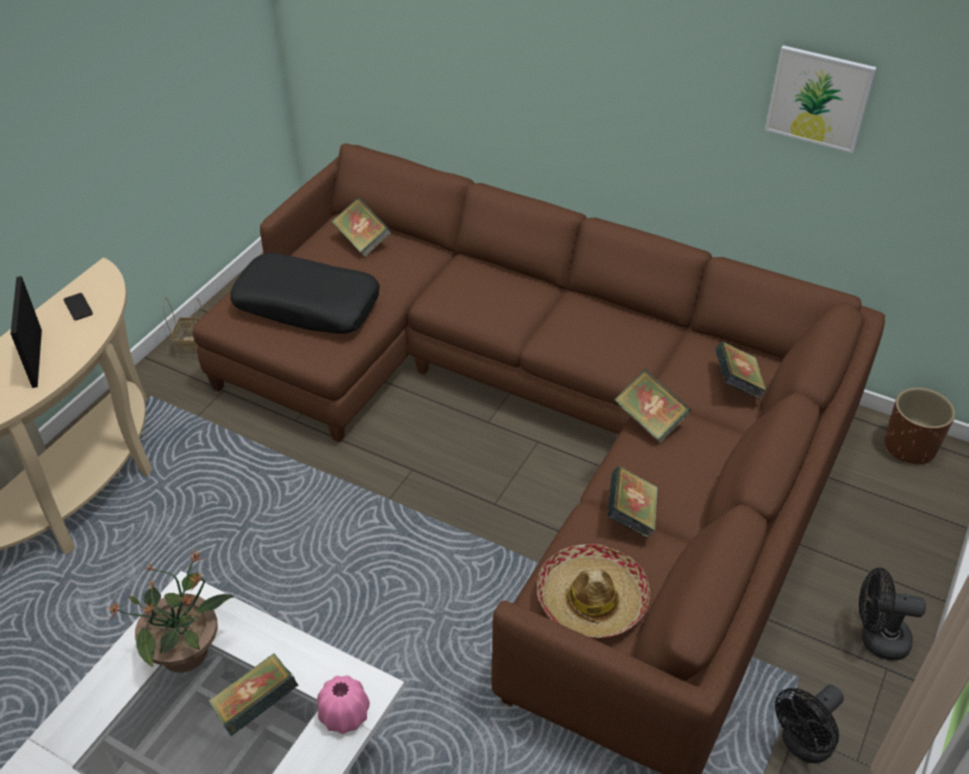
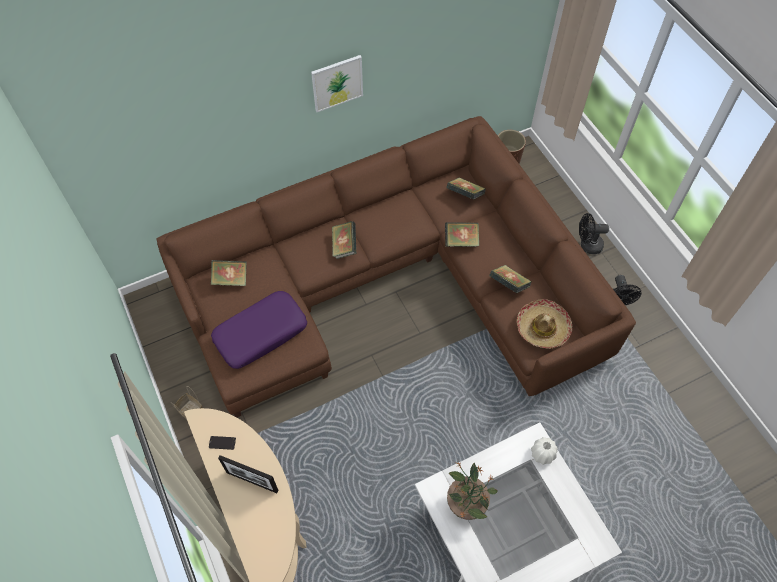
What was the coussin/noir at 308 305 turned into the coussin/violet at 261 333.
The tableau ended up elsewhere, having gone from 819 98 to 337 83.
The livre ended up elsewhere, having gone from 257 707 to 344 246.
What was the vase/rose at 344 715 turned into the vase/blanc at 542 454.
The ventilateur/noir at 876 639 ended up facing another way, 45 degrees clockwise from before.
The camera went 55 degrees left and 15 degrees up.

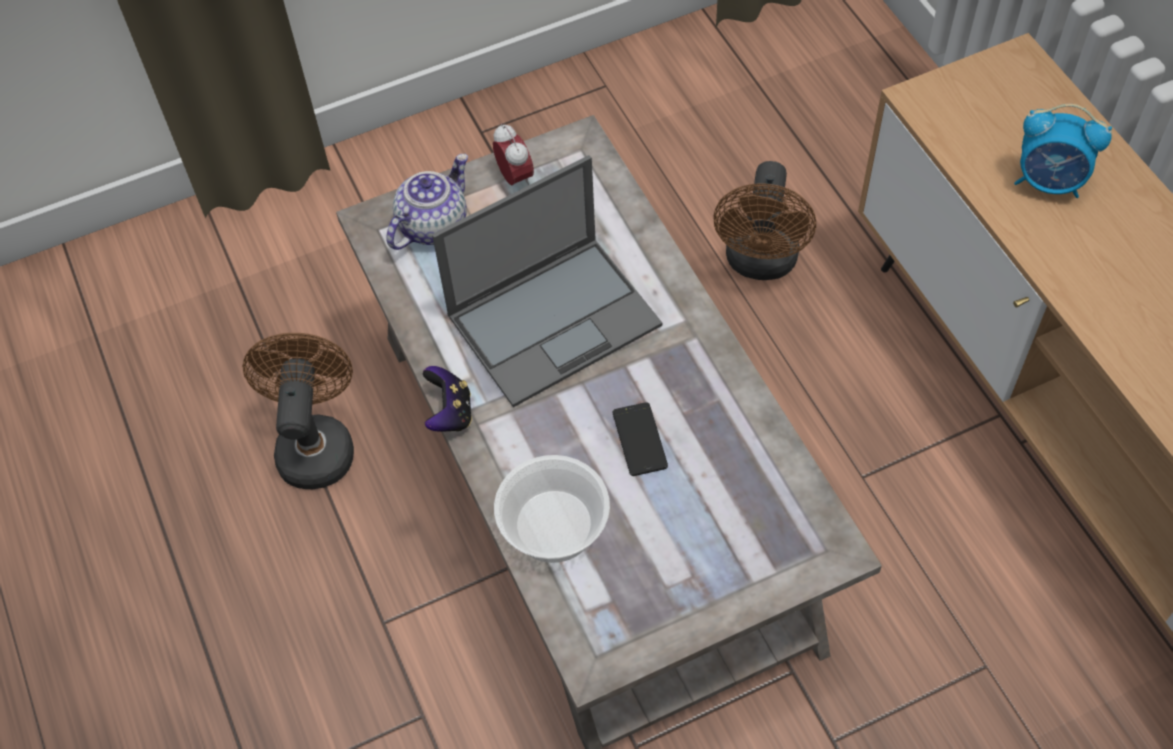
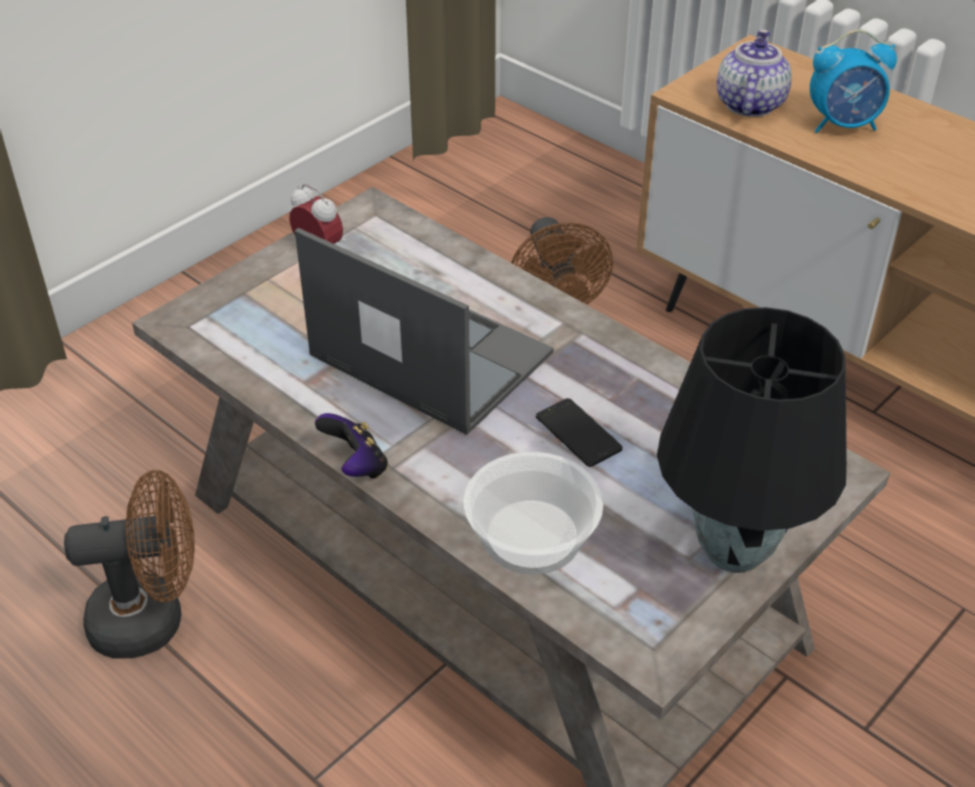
The ventilateur/marron at 315 443 ended up facing another way, 105 degrees clockwise from before.
The ordinateur portable at 556 319 ended up facing another way, 90 degrees counterclockwise from before.
The second view gained the lampe de table/noir at 734 549.
The théière ended up elsewhere, having gone from 432 224 to 749 104.
The camera went 25 degrees left and 15 degrees down.

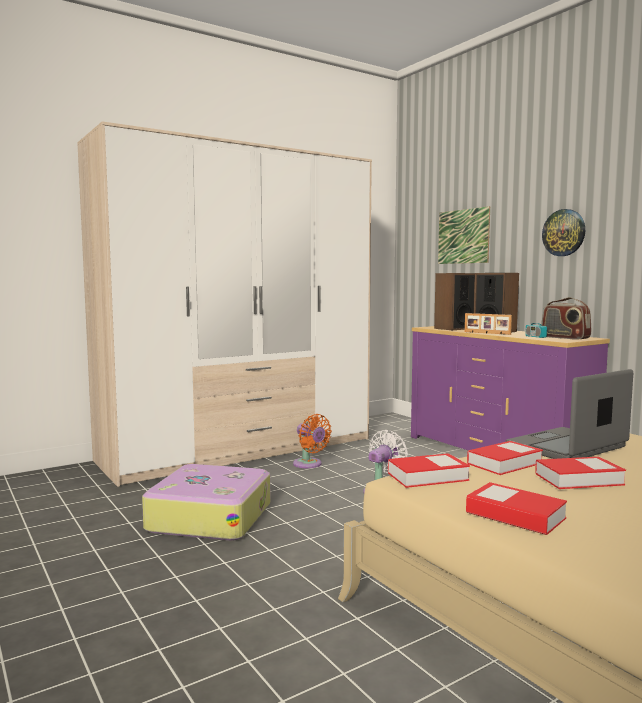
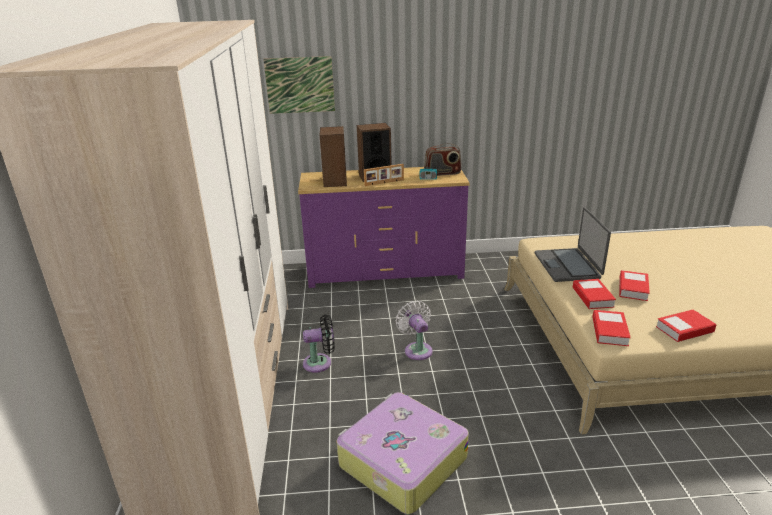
What was the ventilateur/orange at 309 464 turned into the ventilateur/noir at 320 363.
The second view lost the horloge murale at 564 232.
The camera went 60 degrees left and 20 degrees up.

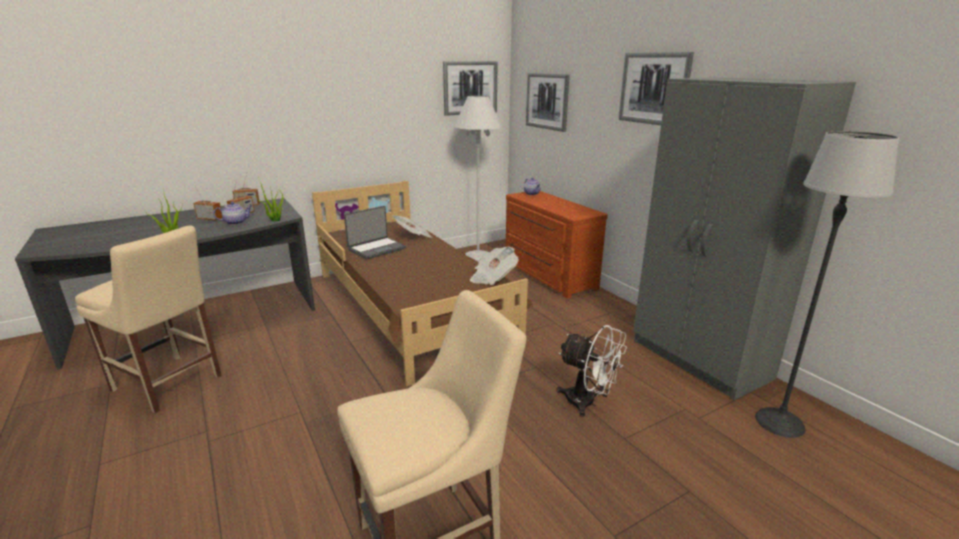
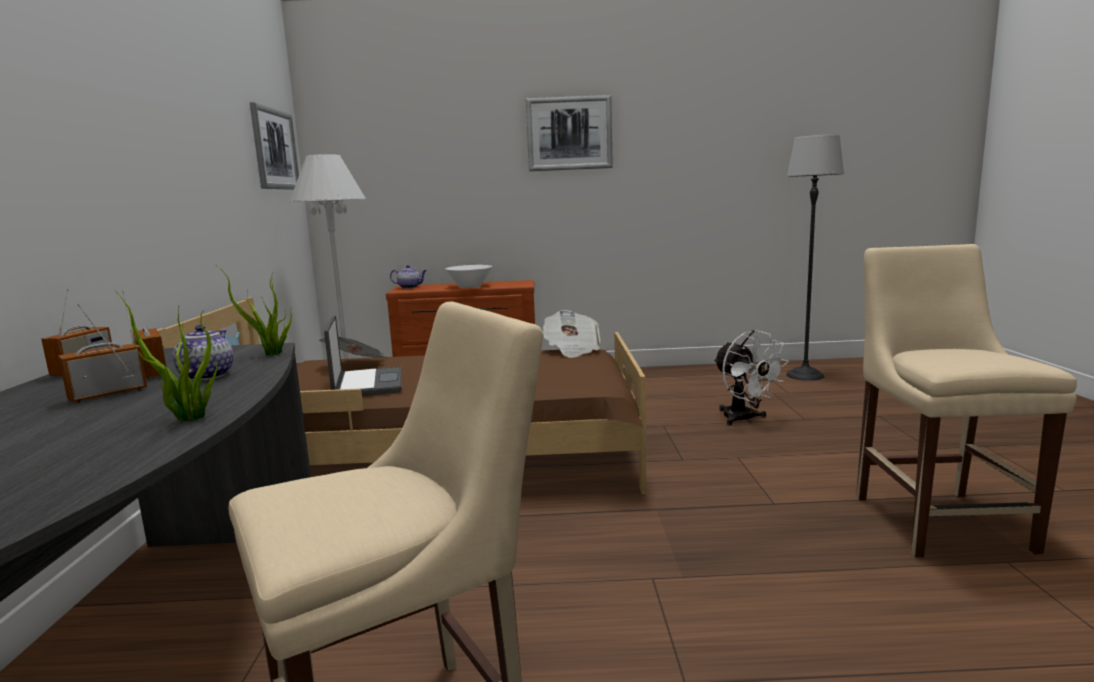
The second view gained the bol/blanc at 470 286.
The ventilateur/blanc at 587 403 ended up facing another way, 90 degrees clockwise from before.
The second view lost the tableau at 547 101.
The second view lost the armoire/gris at 700 360.
The camera went 60 degrees left and 10 degrees down.

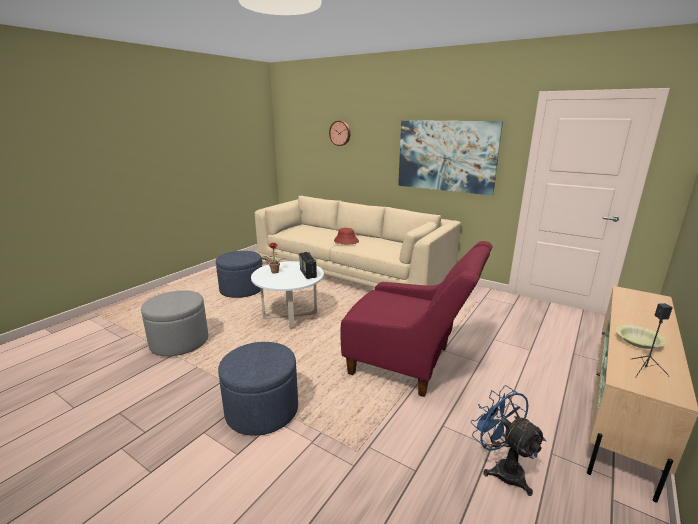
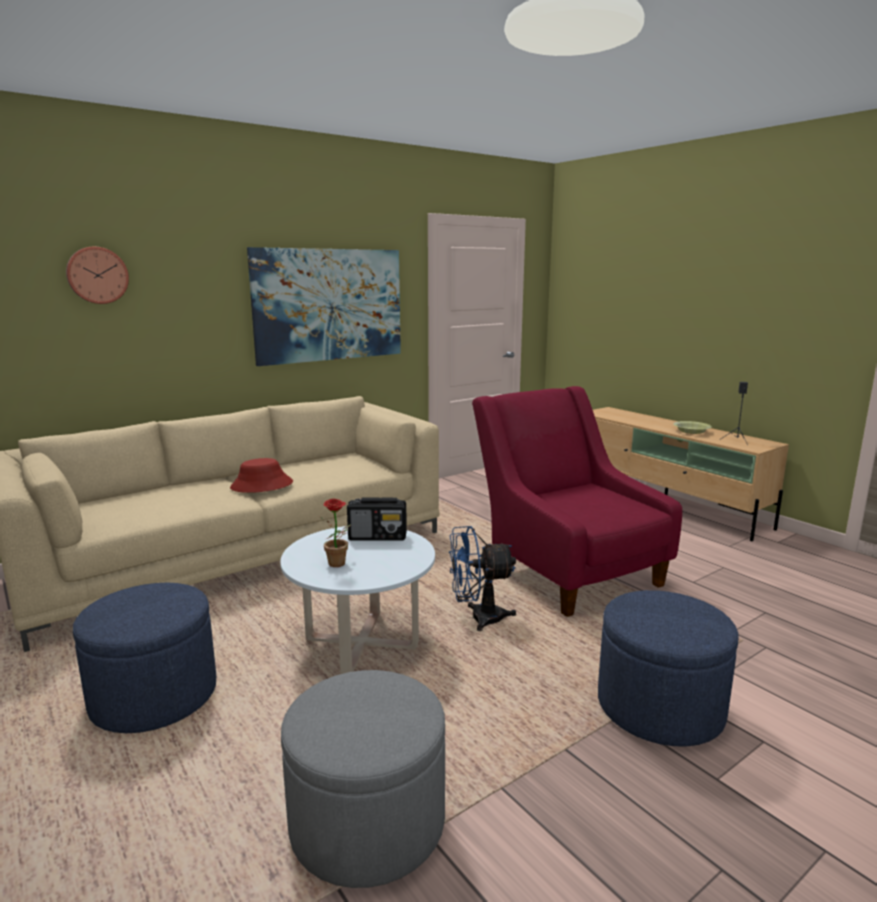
The ventilateur/bleu ended up elsewhere, having gone from 502 468 to 478 618.
The fauteuil/rouge at 409 363 ended up facing another way, 75 degrees counterclockwise from before.
The camera went 70 degrees left and 5 degrees down.

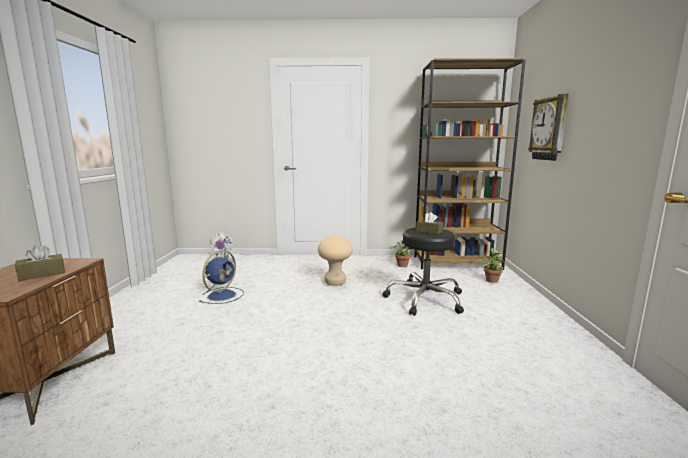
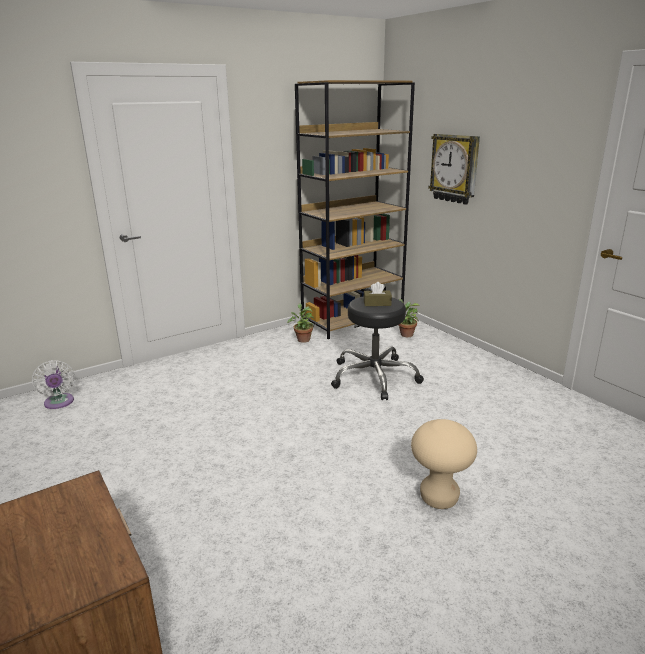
The tabouret/beige ended up elsewhere, having gone from 335 283 to 439 498.
The second view lost the boîte à mouchoirs/marron at 42 274.
The second view lost the ventilateur/bleu at 223 295.
The camera went 35 degrees left and 10 degrees up.

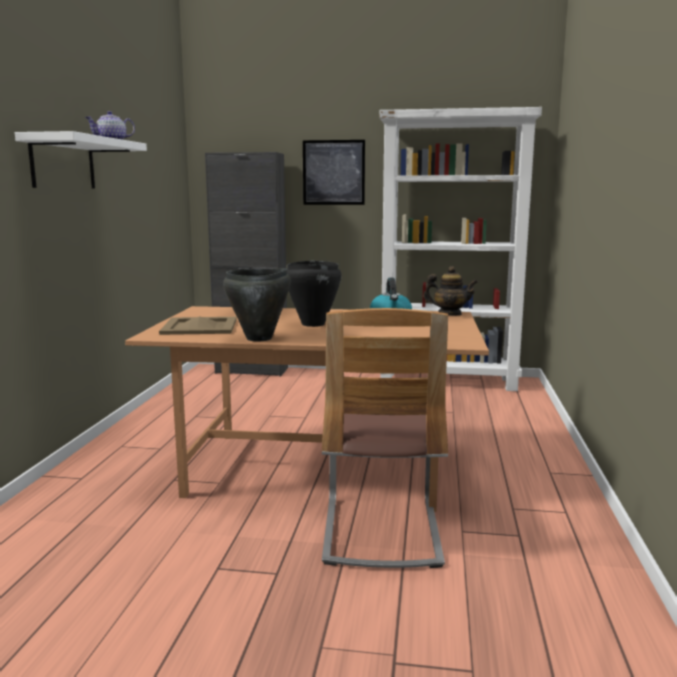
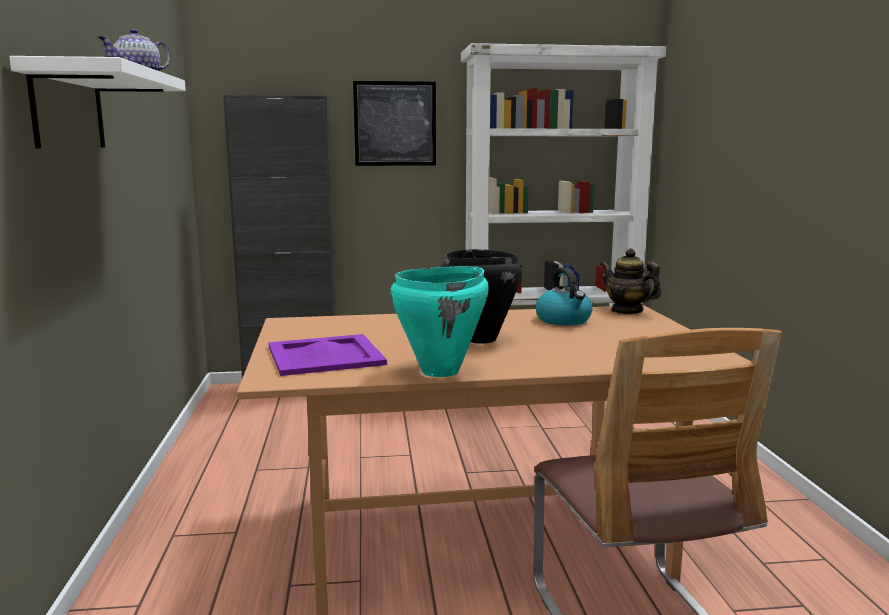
What was the plateau/beige at 200 327 turned into the plateau/violet at 326 355.
What was the marmite/noir at 259 338 turned into the marmite/turquoise at 441 371.
The théière at 449 314 ended up facing another way, 135 degrees counterclockwise from before.
The camera went 15 degrees left and 0 degrees up.

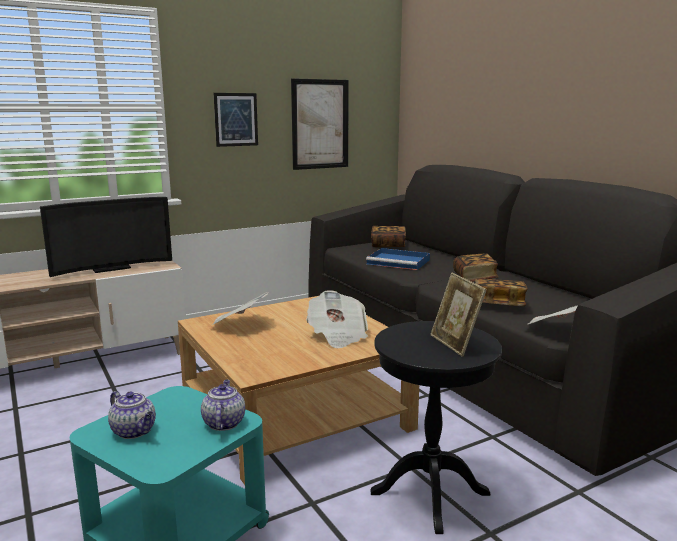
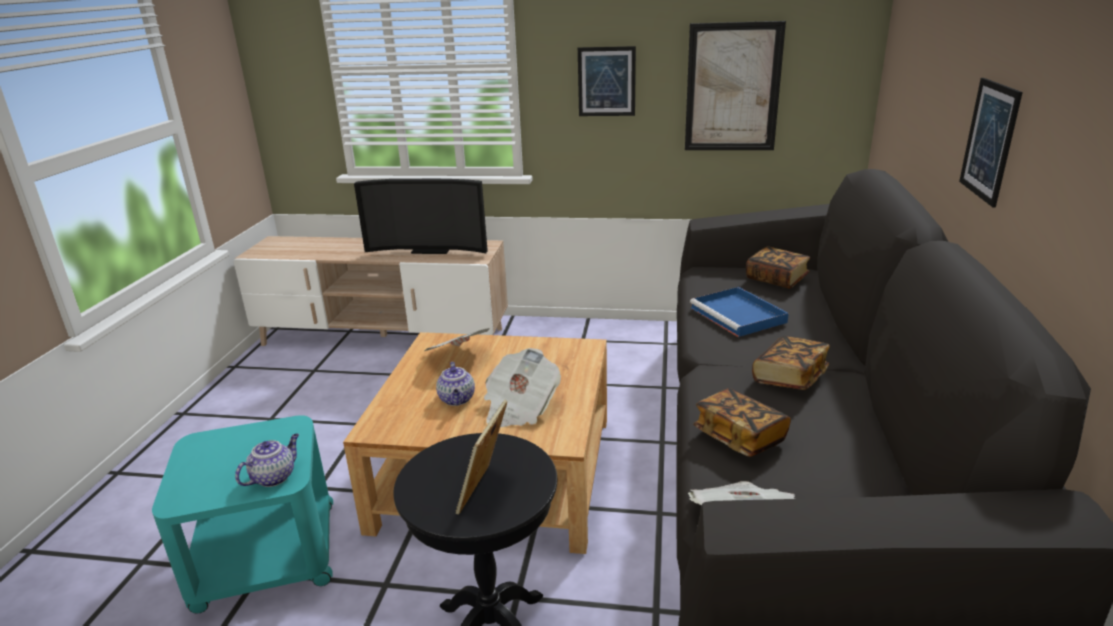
The théière ended up elsewhere, having gone from 135 431 to 457 399.
The second view gained the tableau at 989 140.
The camera went 40 degrees right and 10 degrees up.

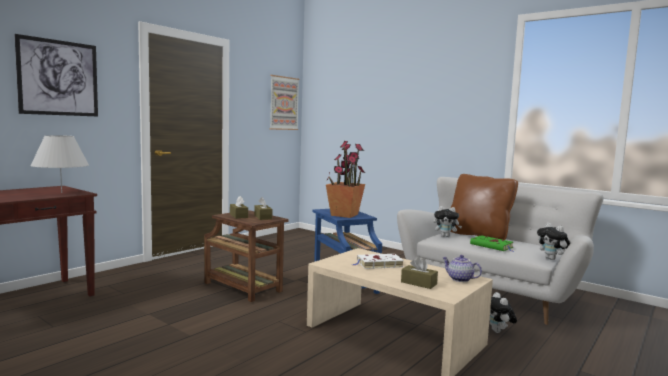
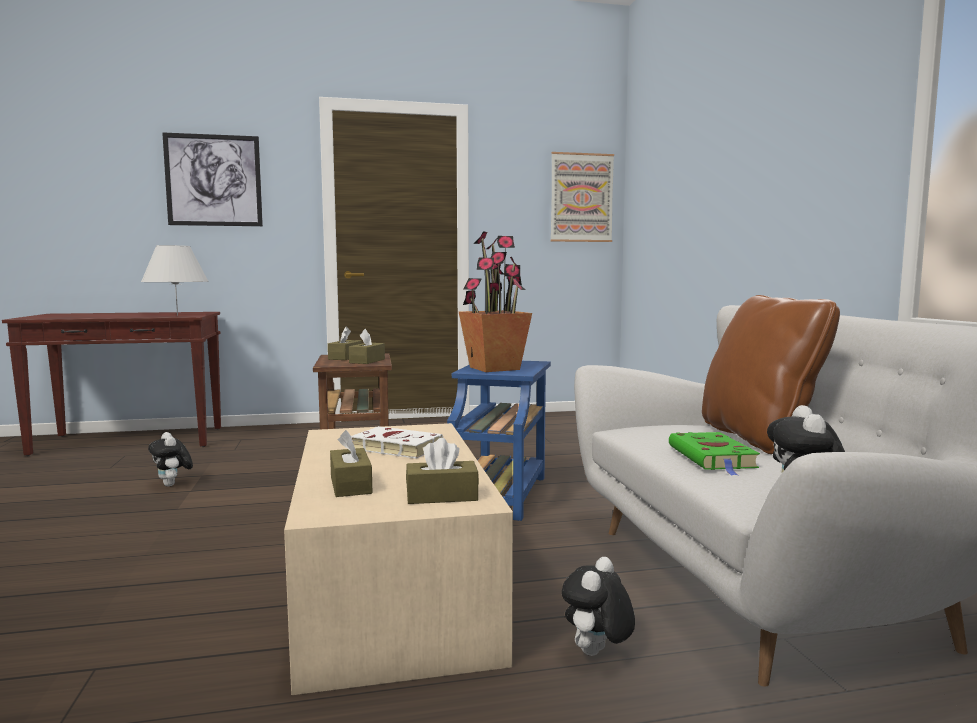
The peluche ended up elsewhere, having gone from 446 236 to 172 485.
Where the théière stood at 459 279, the boîte à mouchoirs/marron came to stand at 442 496.
The camera went 40 degrees right and 0 degrees up.

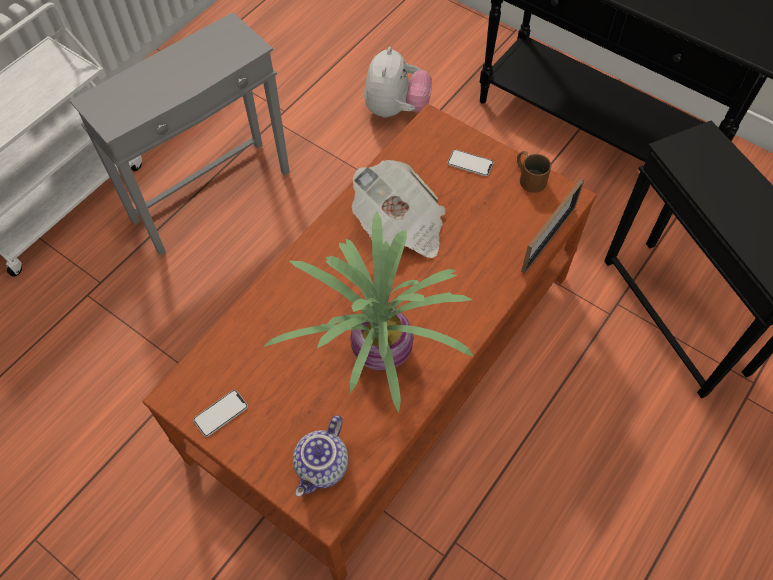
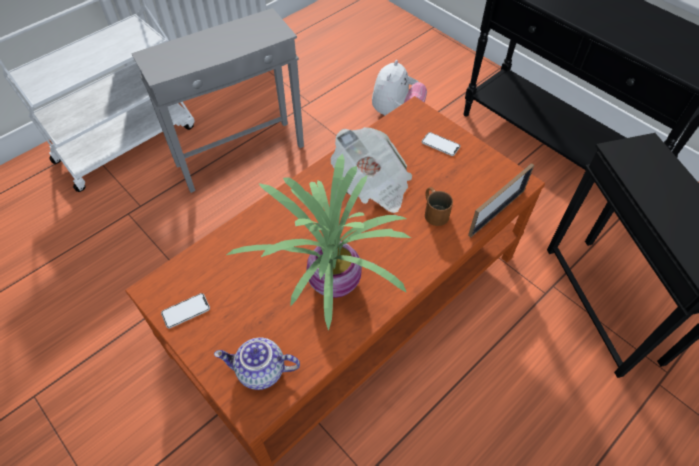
The théière at 323 467 ended up facing another way, 60 degrees clockwise from before.
The mug/marron ended up elsewhere, having gone from 528 177 to 433 211.
The camera went 10 degrees right and 5 degrees down.

